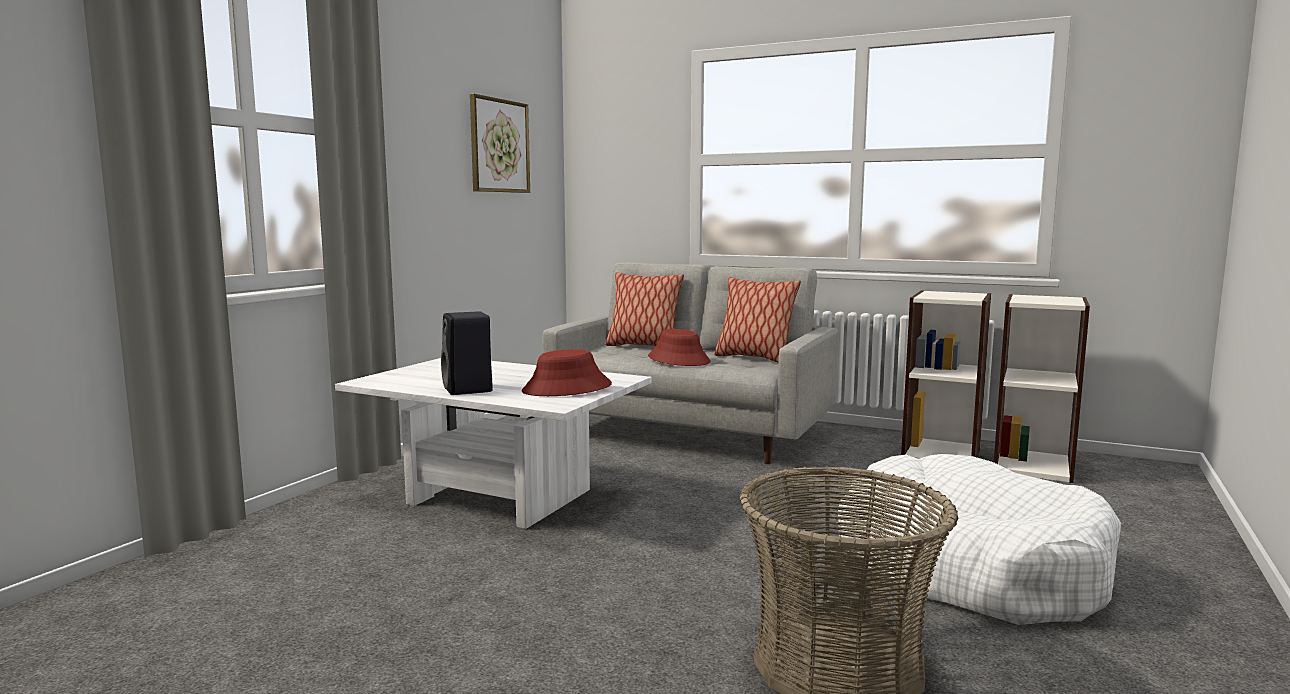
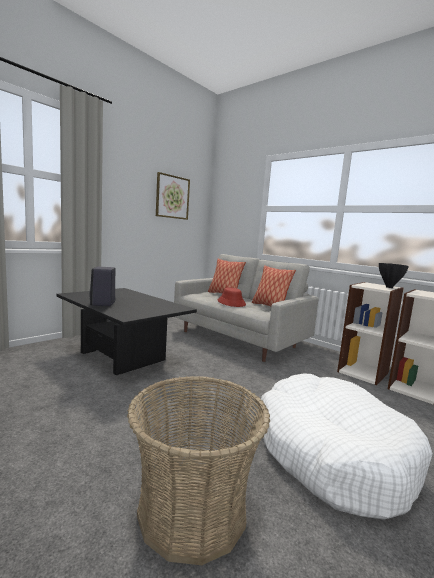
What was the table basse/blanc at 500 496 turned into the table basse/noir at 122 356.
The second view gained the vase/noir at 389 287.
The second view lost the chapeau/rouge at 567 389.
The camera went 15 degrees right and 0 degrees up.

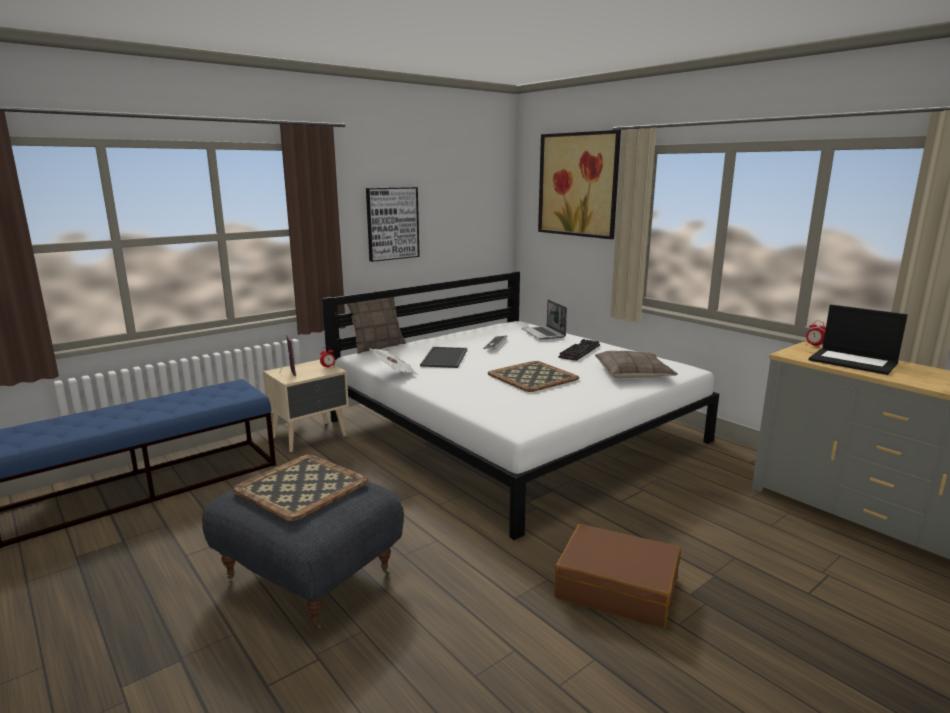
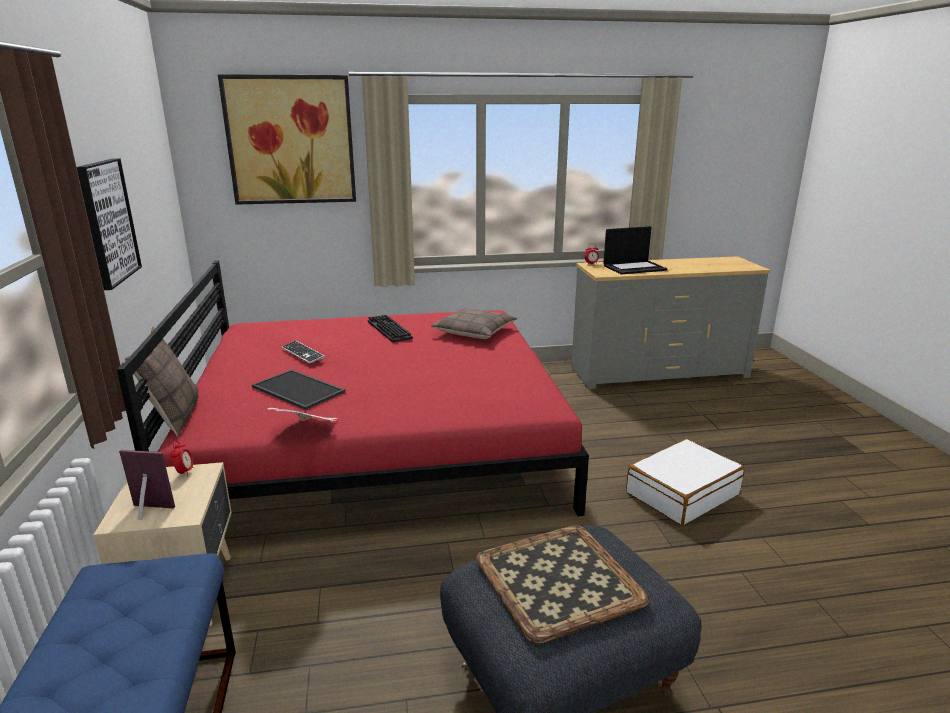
What was the lit/blanc at 515 430 turned into the lit/rouge at 376 440.
What was the valise/marron at 617 588 turned into the valise/blanc at 681 493.
The second view lost the plateau at 533 377.
The second view lost the ordinateur portable at 544 334.
The camera went 60 degrees left and 5 degrees up.

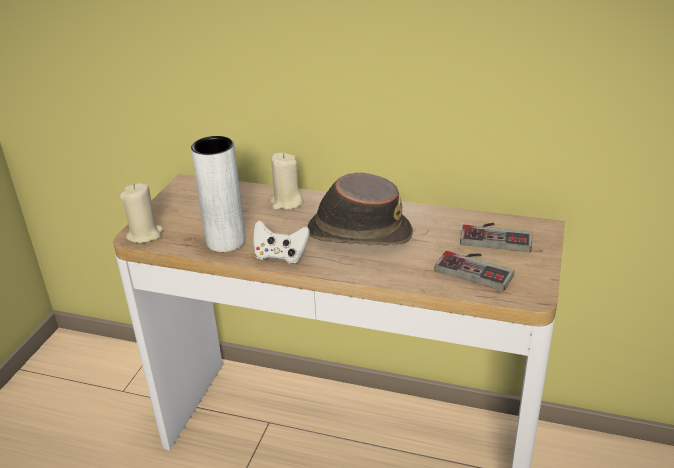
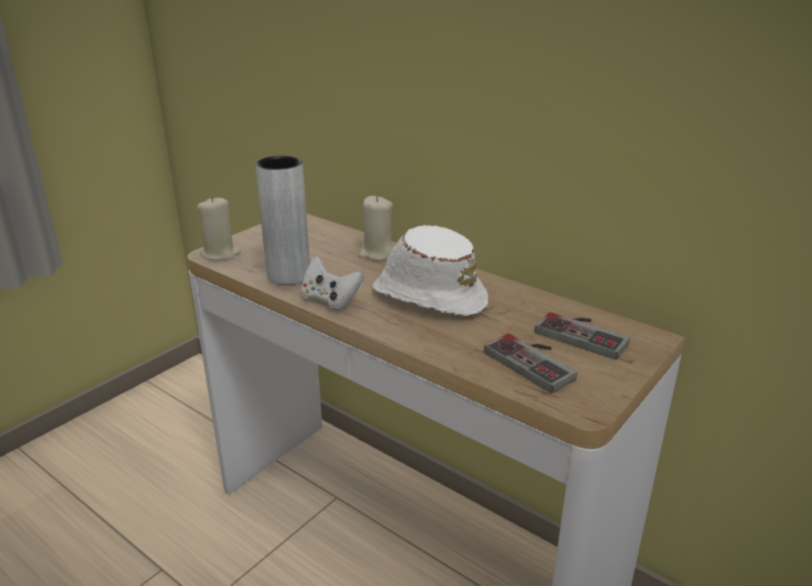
What was the chapeau/marron at 358 232 turned into the chapeau/blanc at 428 296.
The camera went 20 degrees right and 5 degrees down.

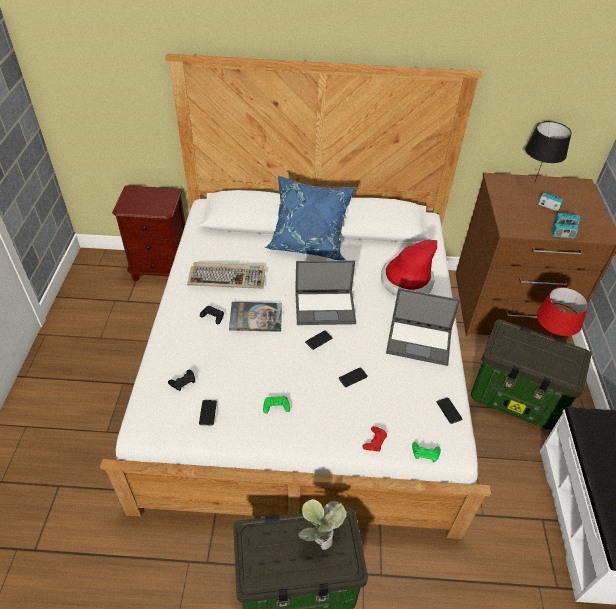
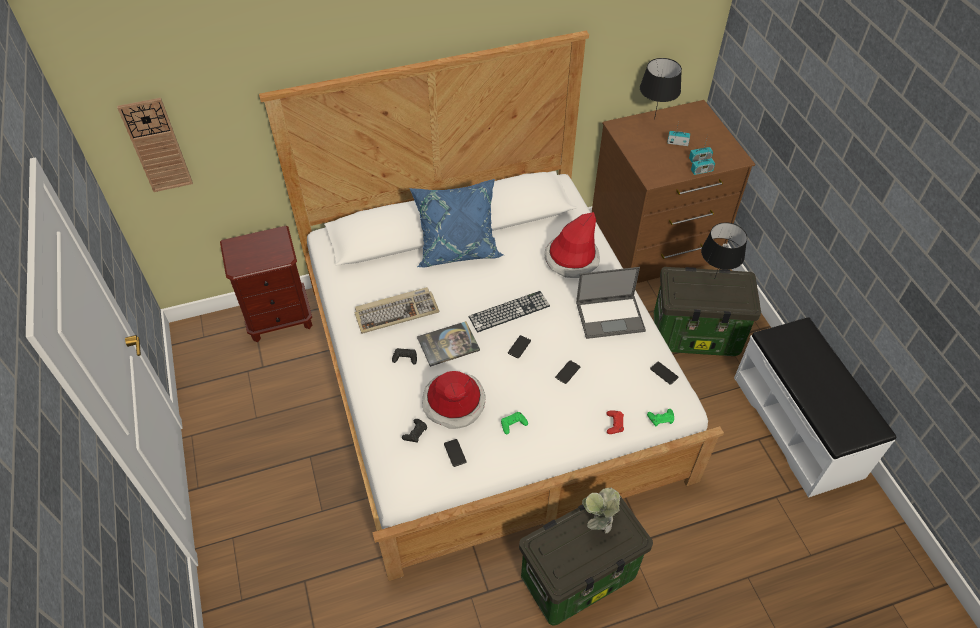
The second view gained the horloge murale at 156 146.
The second view gained the chapeau at 454 402.
Where the ordinateur portable stood at 325 307, the clavier came to stand at 509 311.
What was the lampe de table/rouge at 546 344 turned into the lampe de table/noir at 714 278.
The camera went 20 degrees left and 5 degrees up.

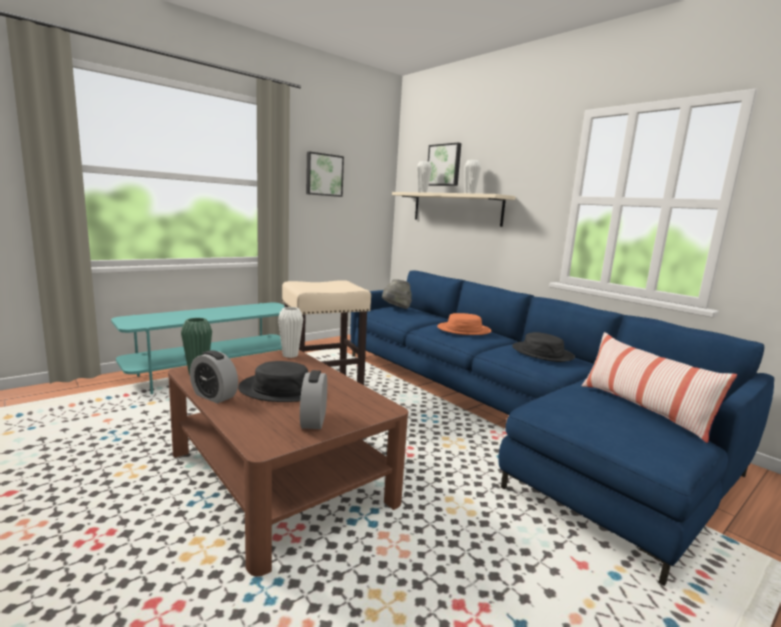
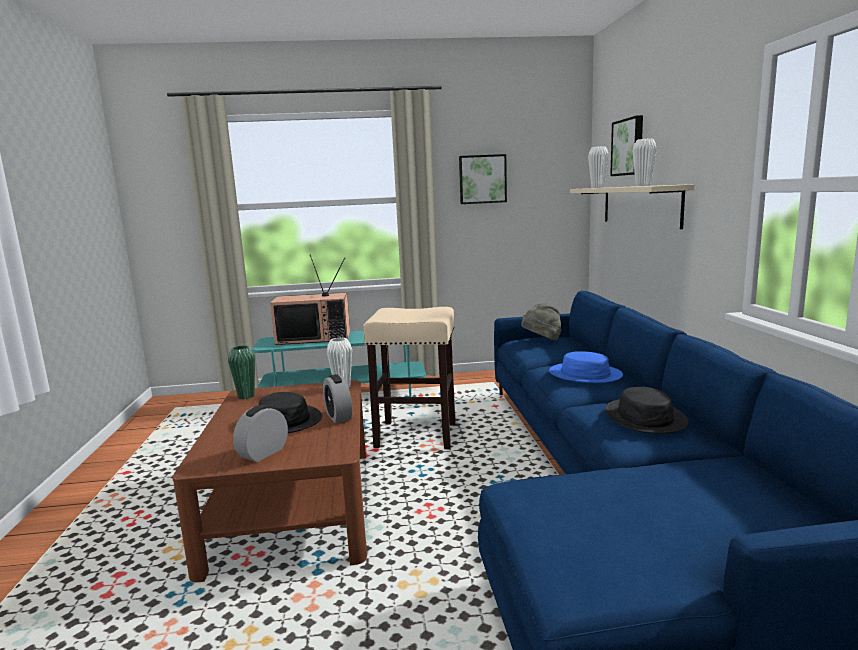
The second view gained the téléviseur at 315 338.
The réveil ended up elsewhere, having gone from 214 396 to 338 416.
What was the chapeau/orange at 463 330 turned into the chapeau/bleu at 585 374.
The second view lost the coussin at 642 409.
The camera went 35 degrees right and 0 degrees up.

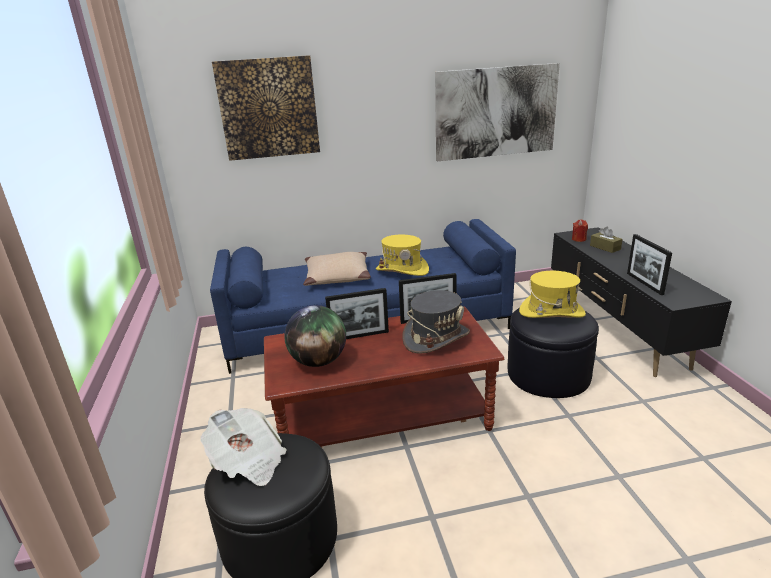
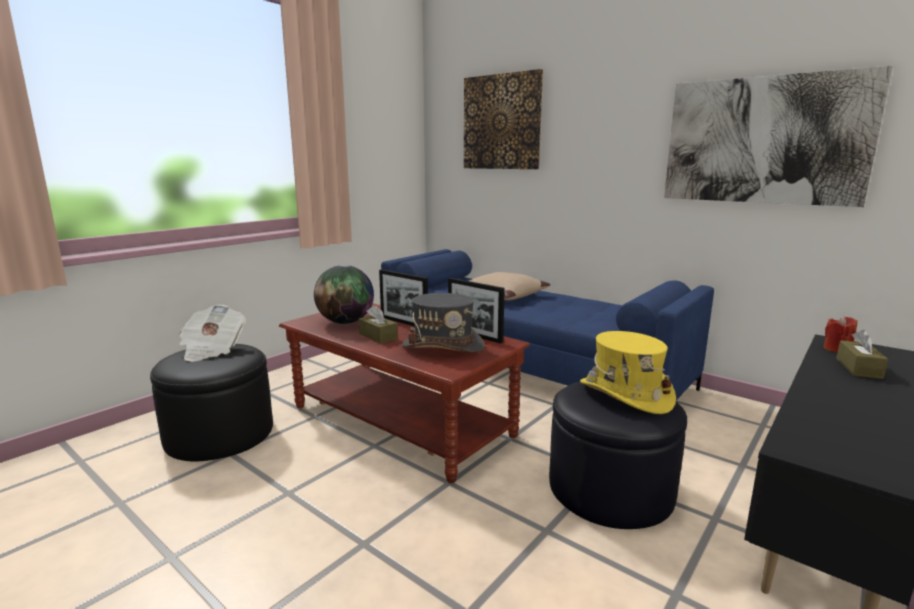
The second view gained the boîte à mouchoirs/marron at 378 336.
The second view lost the chapeau/jaune at 402 270.
The second view lost the cadre photo at 644 283.
The camera went 50 degrees right and 10 degrees down.

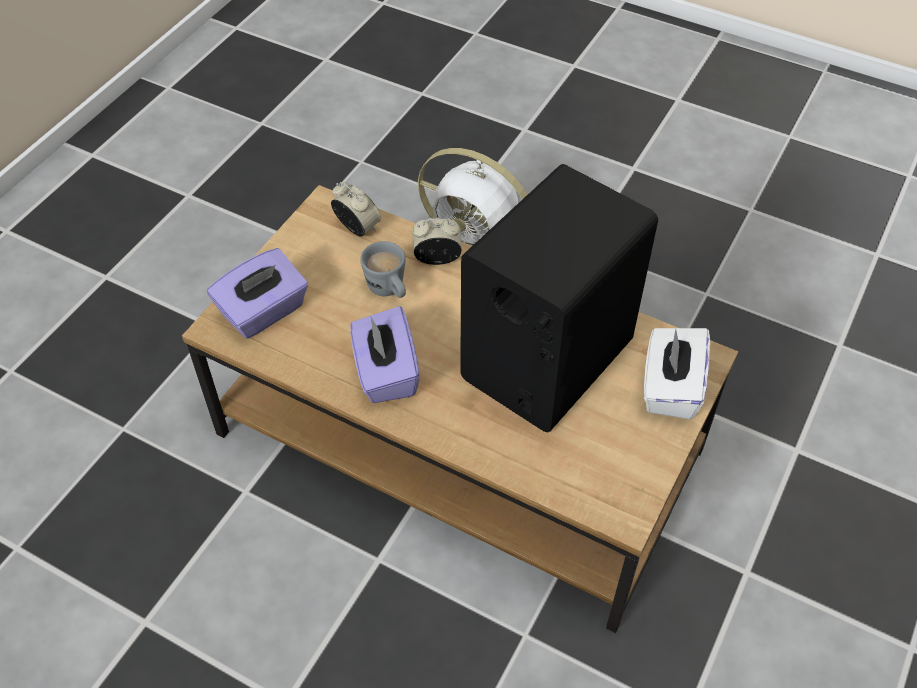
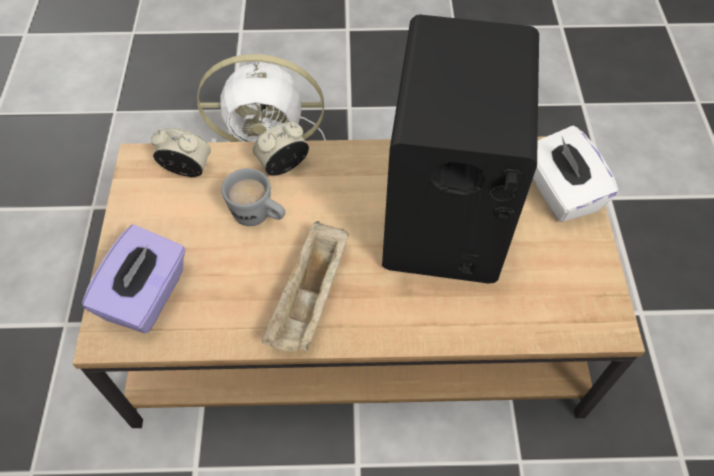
Where the boîte à mouchoirs/violet stood at 385 373, the plateau/beige came to stand at 310 299.
The camera went 30 degrees left and 5 degrees up.

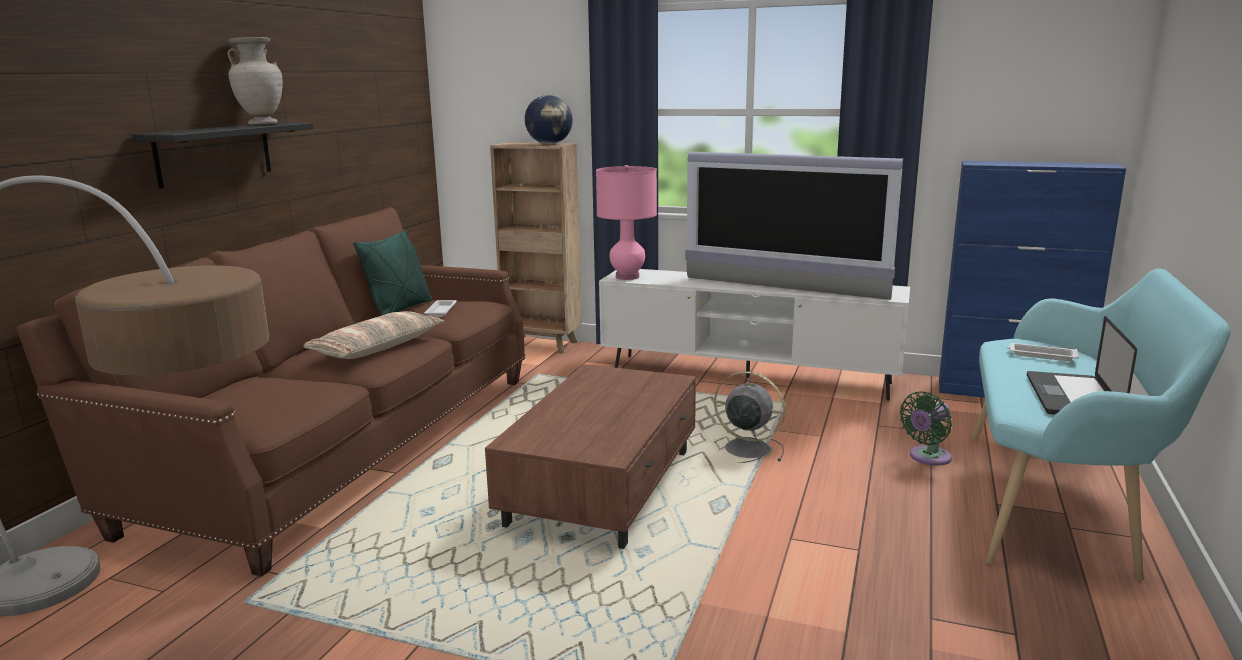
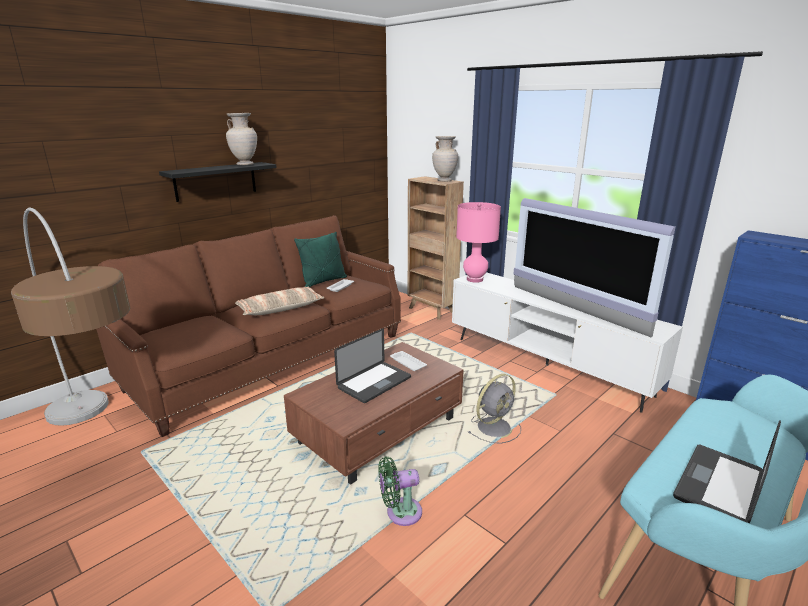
The second view gained the ordinateur portable at 374 383.
The ventilateur/vert ended up elsewhere, having gone from 927 458 to 400 512.
The plateau/blanc ended up elsewhere, having gone from 1041 355 to 407 363.
Where the globe stood at 549 144, the vase/beige came to stand at 444 181.
The ventilateur/gris at 745 449 ended up facing another way, 90 degrees clockwise from before.
The camera went 25 degrees right and 5 degrees up.

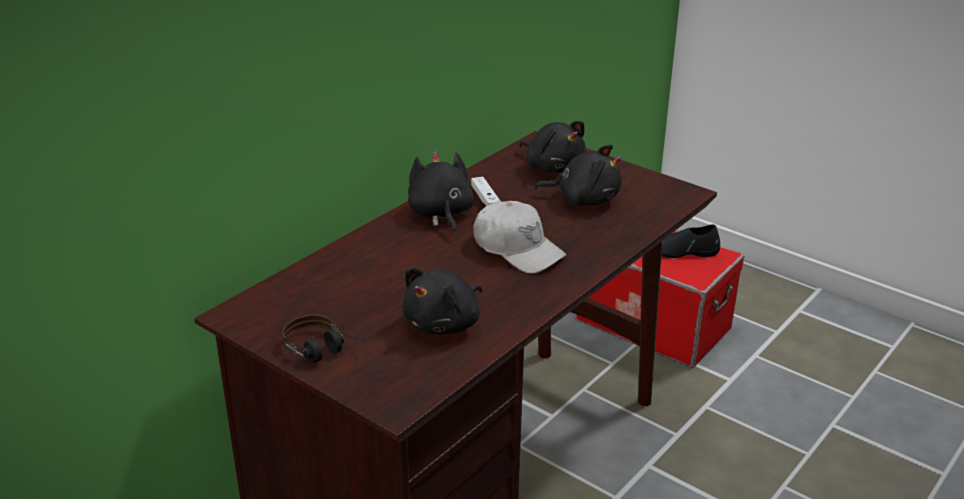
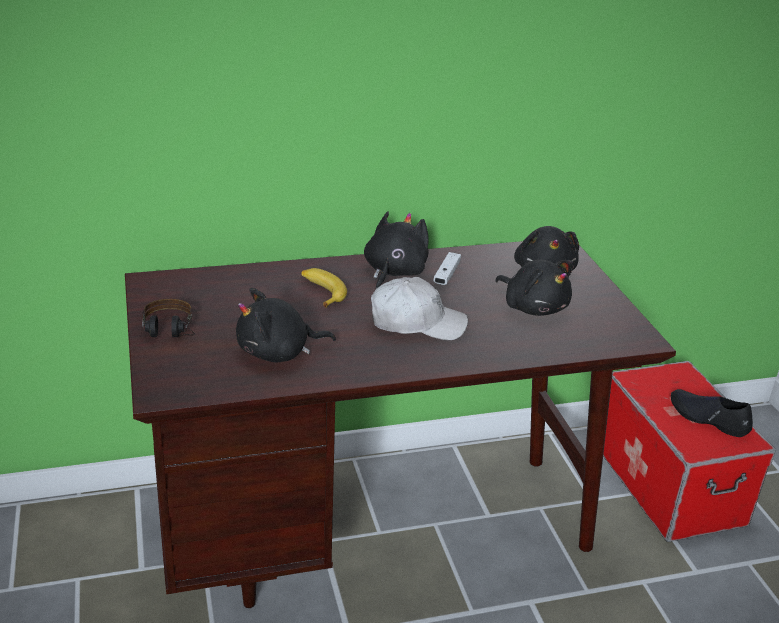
The second view gained the banane at 321 292.
The casquette/blanc at 517 249 ended up facing another way, 75 degrees counterclockwise from before.
The camera went 35 degrees right and 0 degrees up.

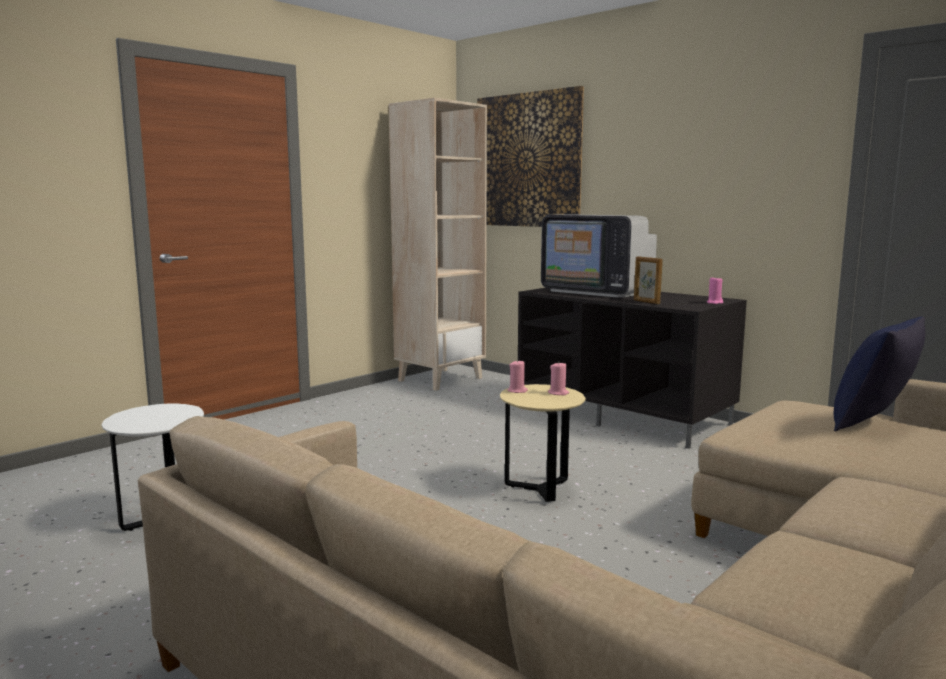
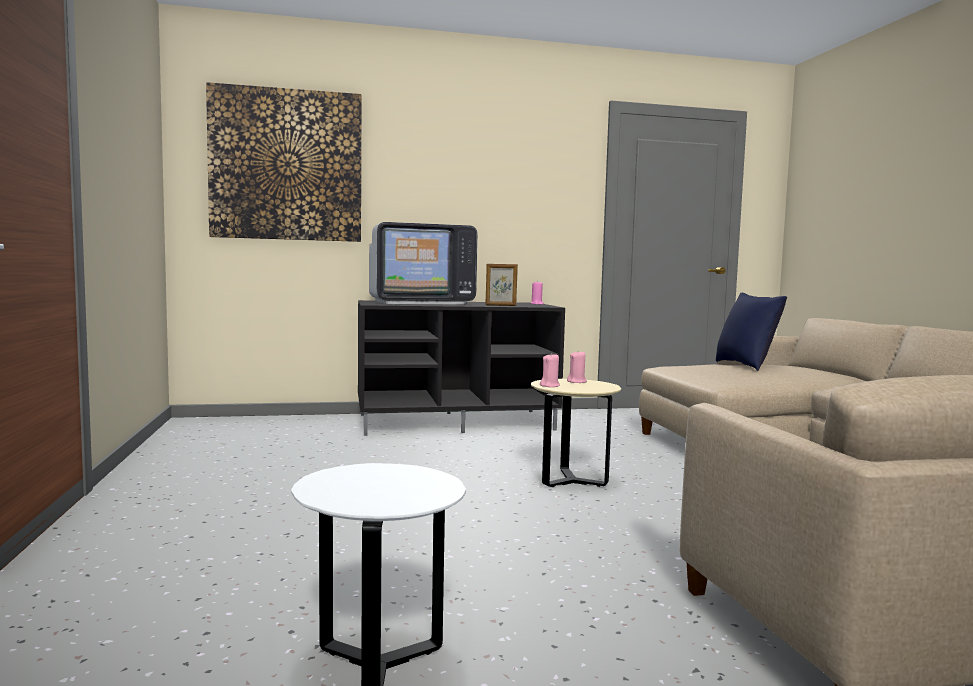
The second view lost the bibliothèque/beige at 440 379.
The camera went 55 degrees left and 5 degrees down.

